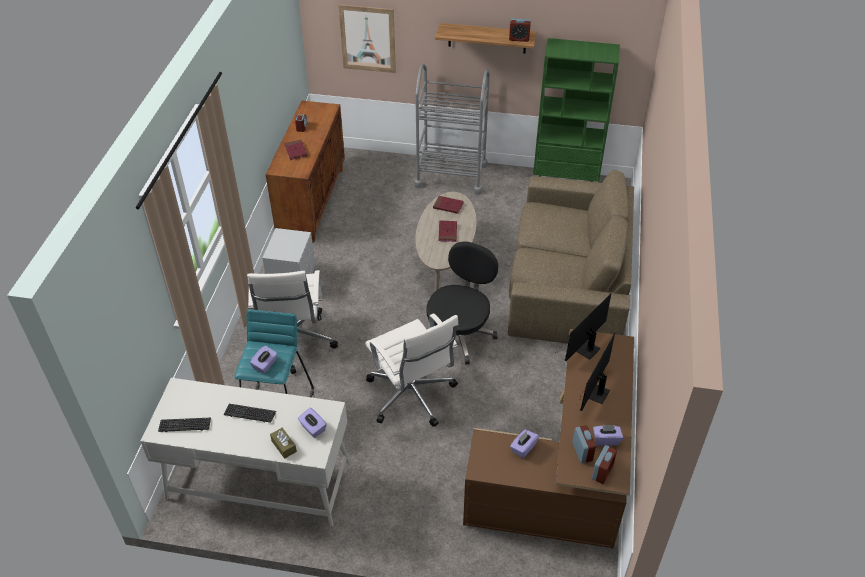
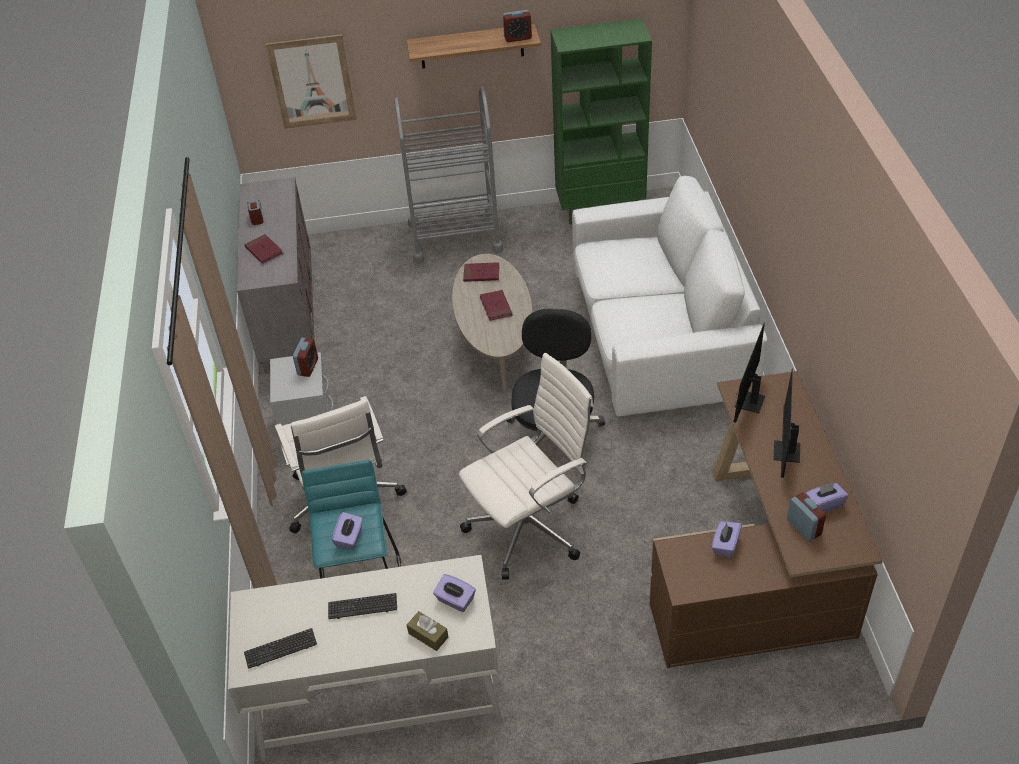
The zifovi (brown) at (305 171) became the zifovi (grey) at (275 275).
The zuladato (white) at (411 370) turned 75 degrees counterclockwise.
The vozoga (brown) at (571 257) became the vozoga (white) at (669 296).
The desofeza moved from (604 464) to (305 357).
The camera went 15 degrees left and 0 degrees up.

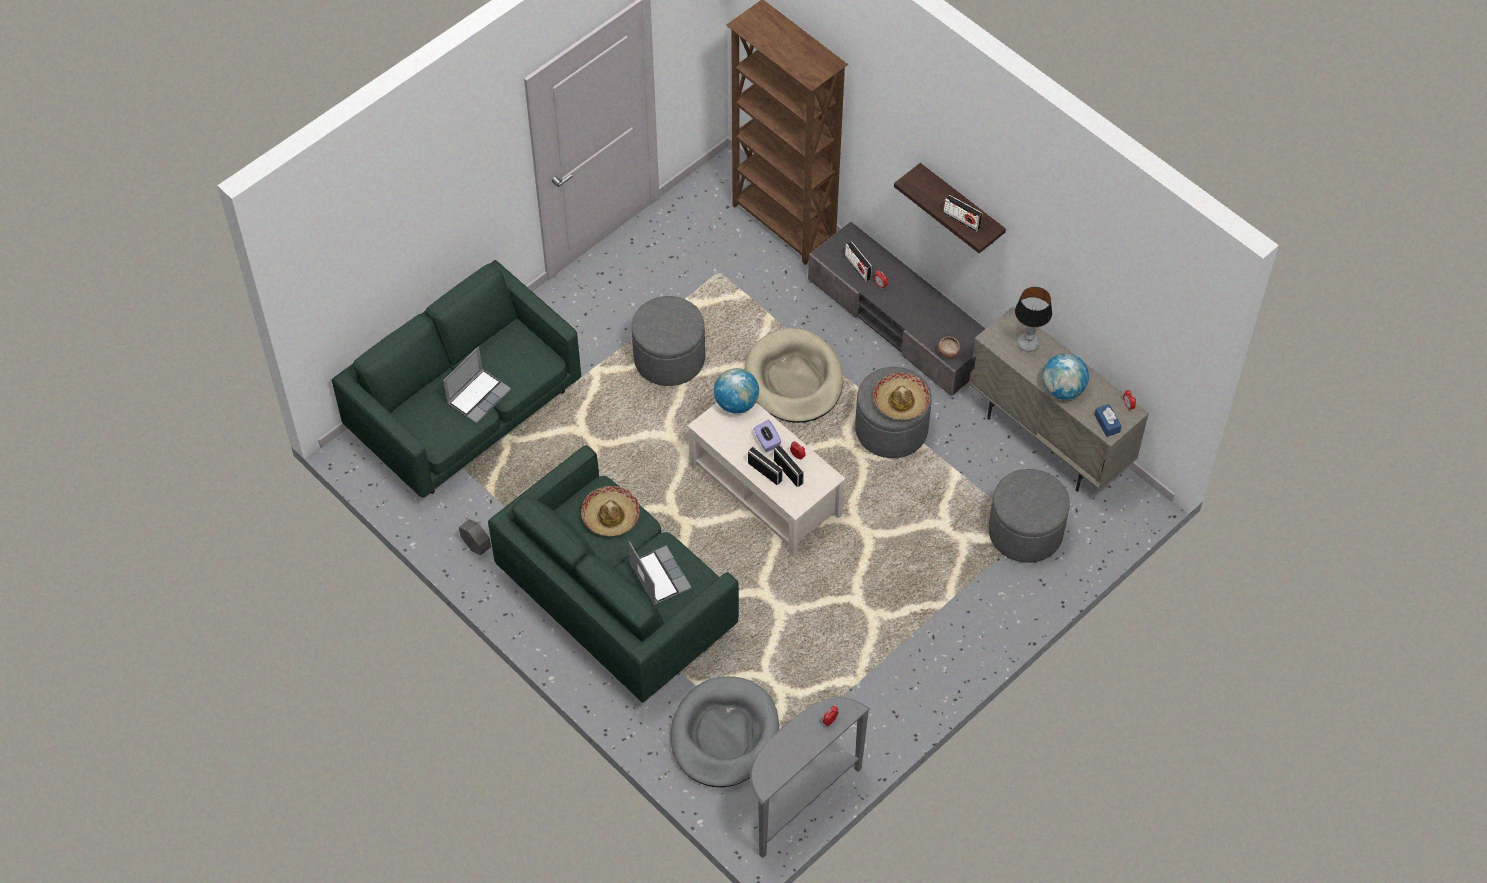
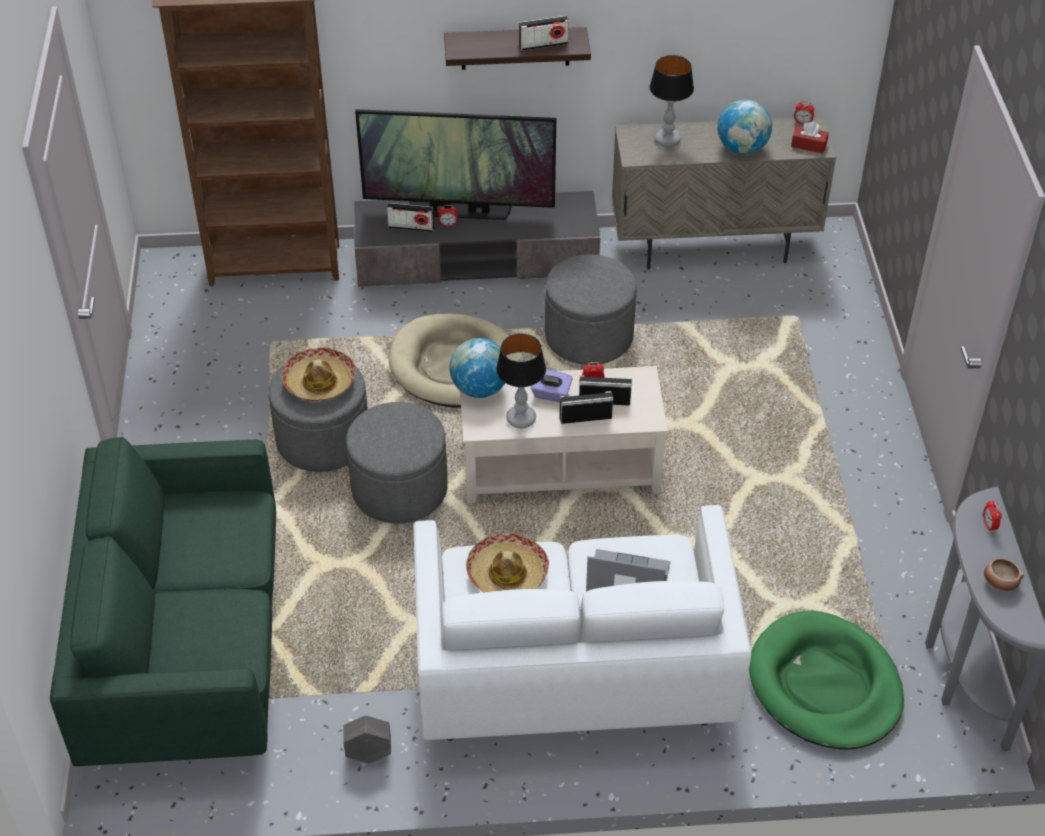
The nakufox at (477 385) disappeared.
The vozoga (green) at (613 573) became the vozoga (white) at (582 623).
The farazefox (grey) at (725 732) became the farazefox (green) at (826 680).
The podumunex moved from (901 396) to (318 374).
The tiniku moved from (948 347) to (1004 574).
The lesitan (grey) moved from (1029 516) to (397 462).
The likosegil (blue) at (1108 420) became the likosegil (red) at (810 137).
The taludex at (455 164) appeared.
The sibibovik at (521 381) appeared.
The camera went 50 degrees left and 10 degrees down.

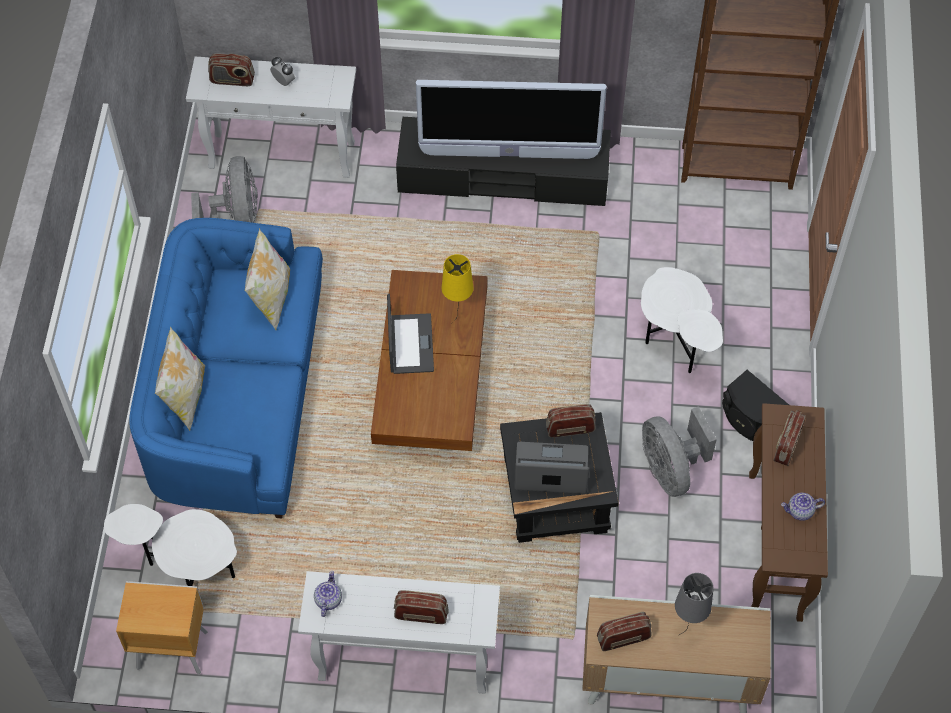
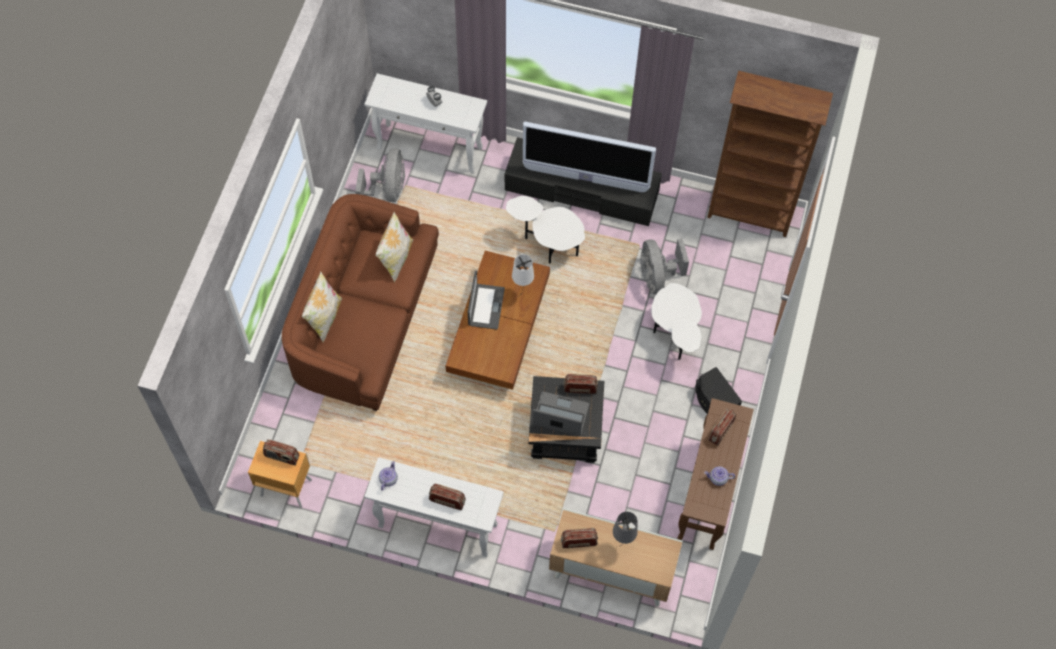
The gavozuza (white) moved from (170 545) to (545 230).
The vozoga (blue) at (226 368) became the vozoga (brown) at (360 302).
The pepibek moved from (231 69) to (281 452).
The sibibovik (yellow) at (457 289) became the sibibovik (white) at (523 275).
The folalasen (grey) moved from (679 451) to (664 266).
The camera went 10 degrees right and 5 degrees up.

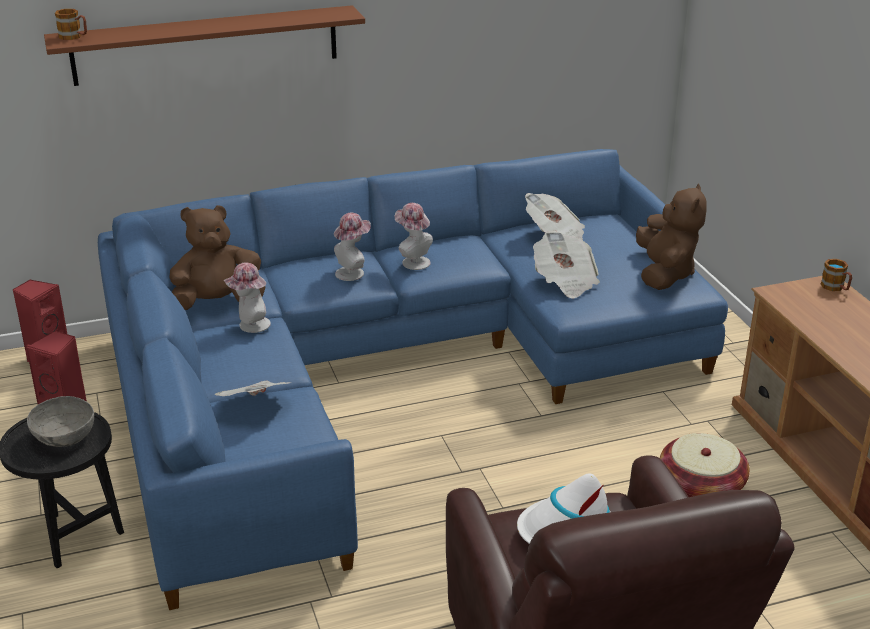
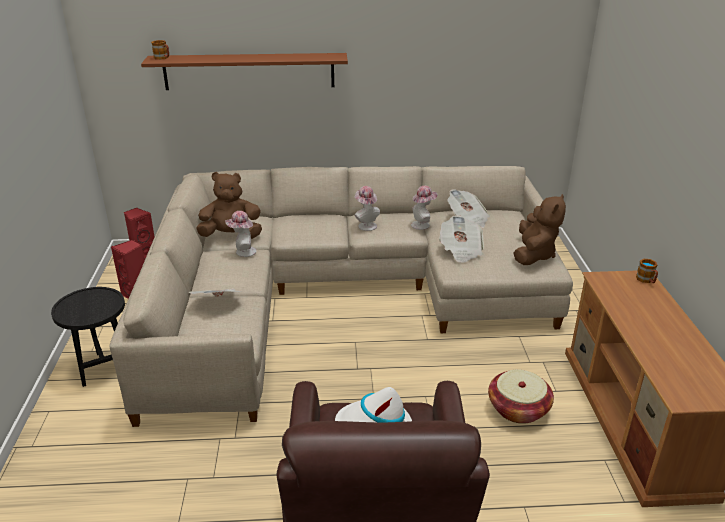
The tiniku (grey) at (60 421) disappeared.
The vozoga (blue) at (413 379) became the vozoga (beige) at (341 296).
The podumunex moved from (352 247) to (424 207).
The camera went 15 degrees right and 0 degrees up.

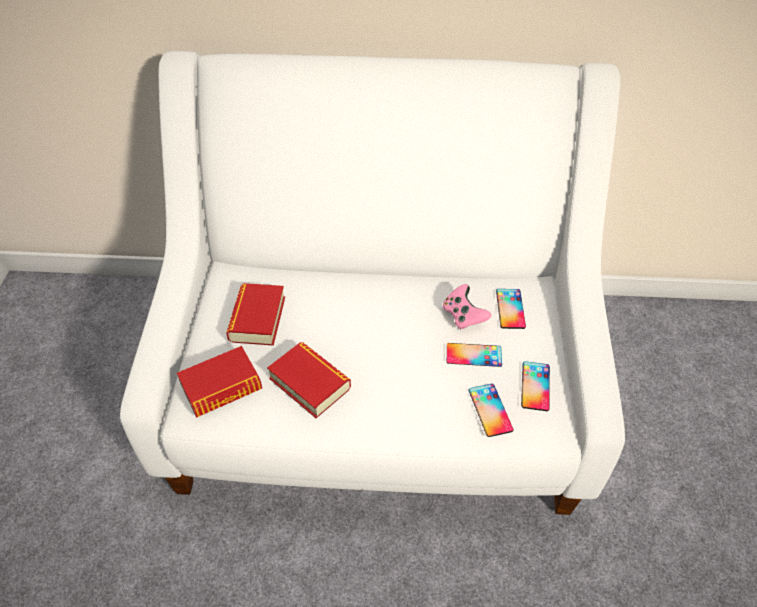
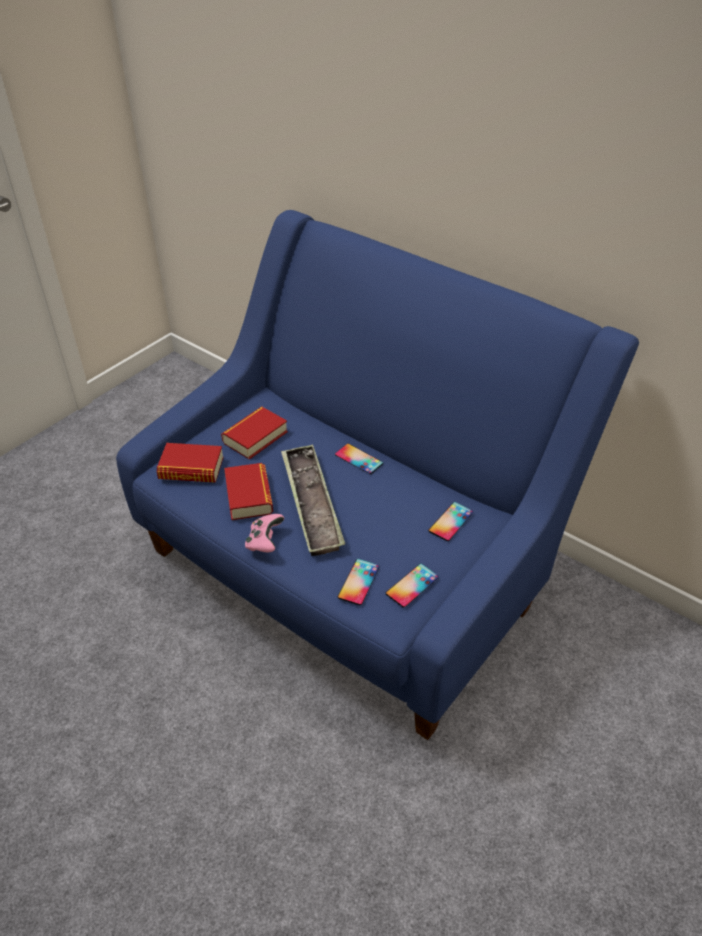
The vozoga (white) at (372 283) became the vozoga (blue) at (377 475).
The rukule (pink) moved from (467 306) to (264 533).
The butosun moved from (474 355) to (359 458).
The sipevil at (313 500) appeared.
The camera went 35 degrees right and 5 degrees down.

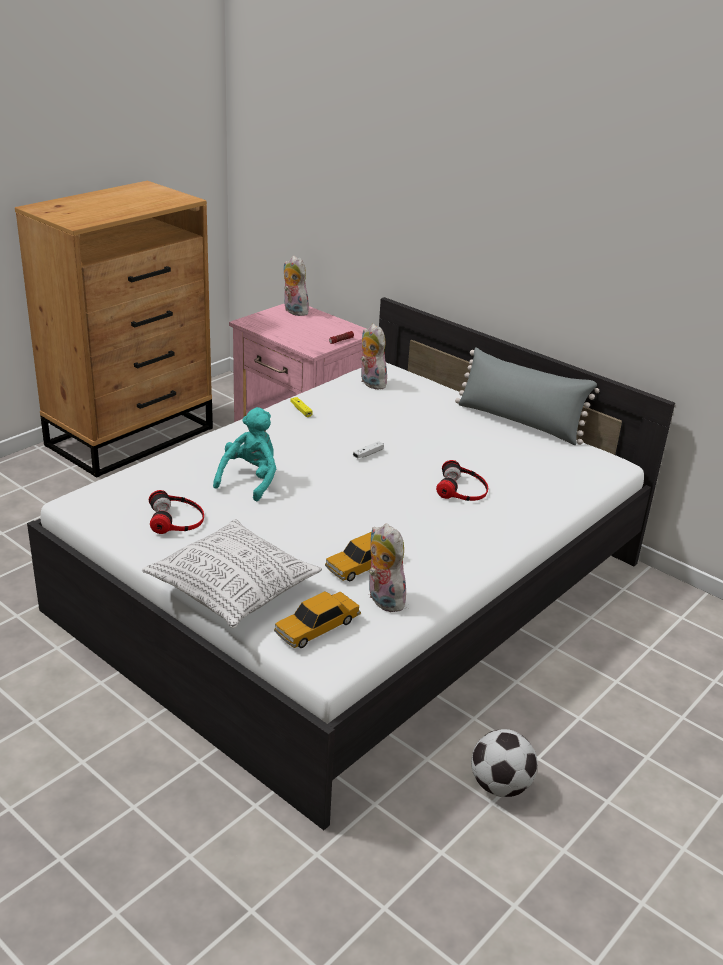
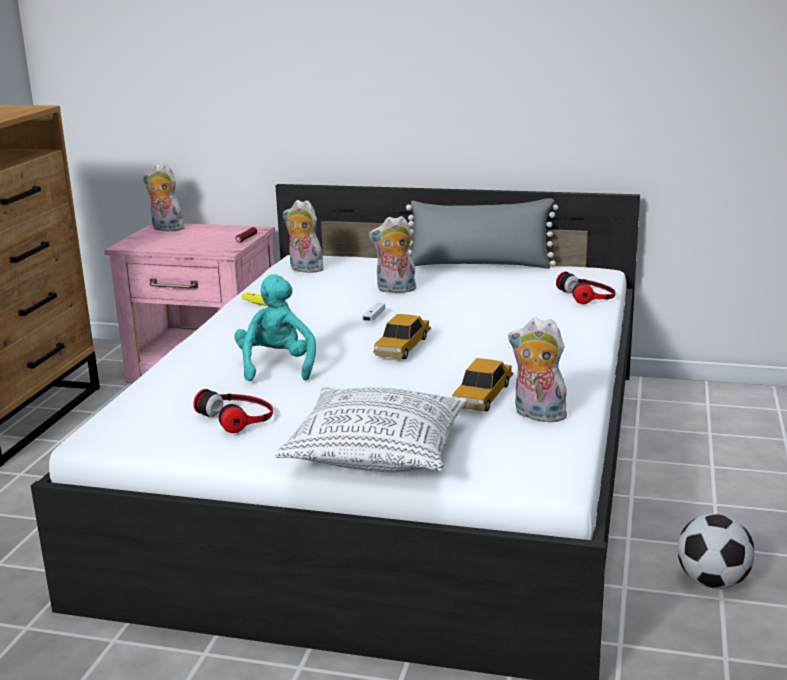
The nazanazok moved from (317 619) to (402 336).
The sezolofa moved from (462 480) to (586 288).
The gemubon at (393 254) appeared.
The camera went 25 degrees left and 10 degrees down.

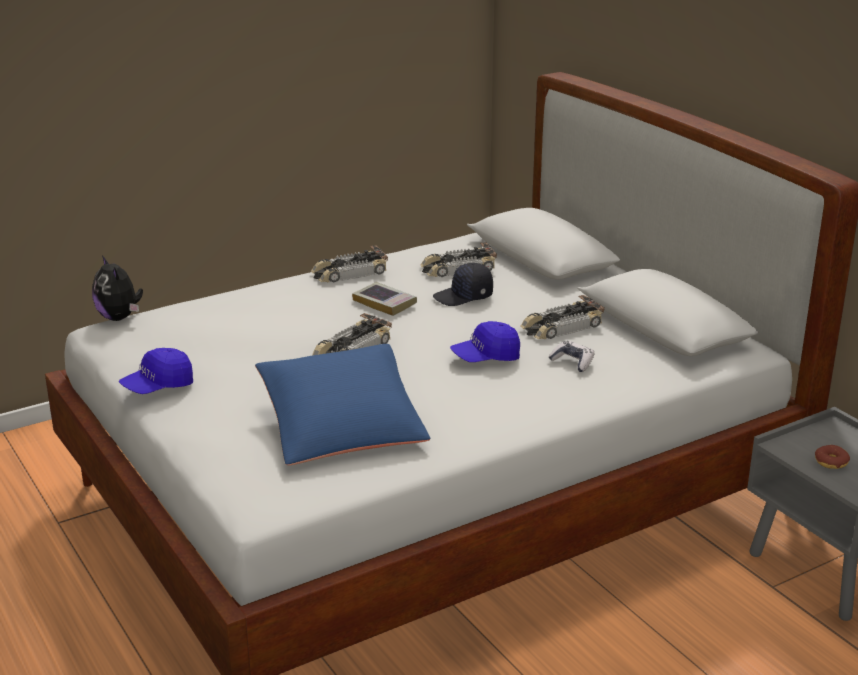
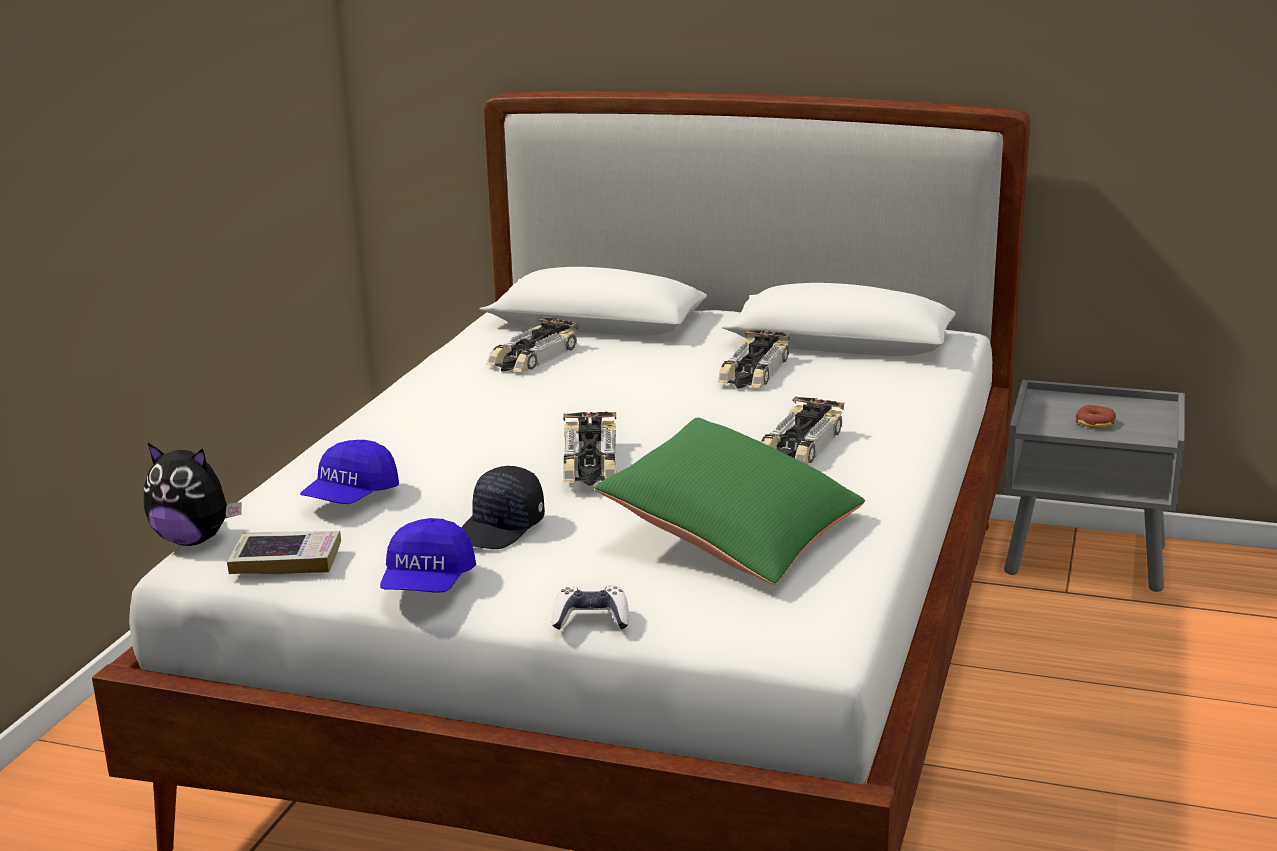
The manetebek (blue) at (342 404) became the manetebek (green) at (729 501).
The nazanazok moved from (349 263) to (802 430).
The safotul moved from (384 299) to (284 552).
The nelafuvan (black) moved from (463 284) to (503 507).
The nelafuvan (blue) moved from (485 341) to (349 472).
The rukule moved from (571 356) to (590 608).
The camera went 40 degrees left and 5 degrees down.

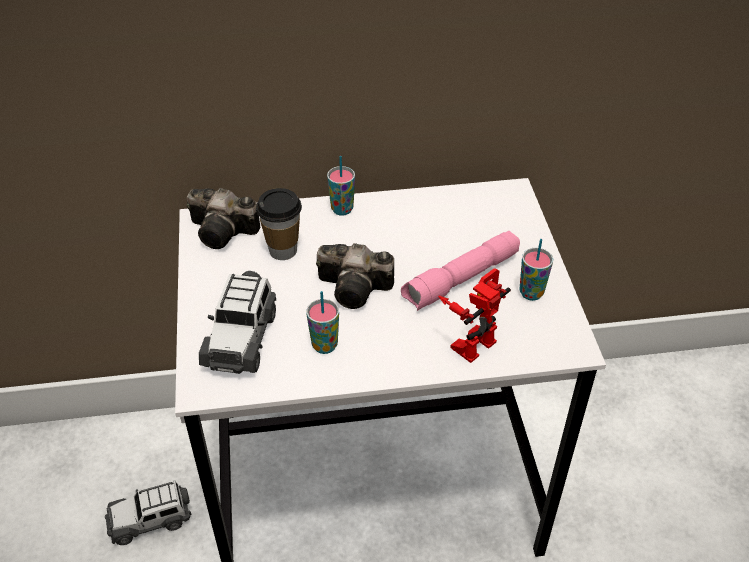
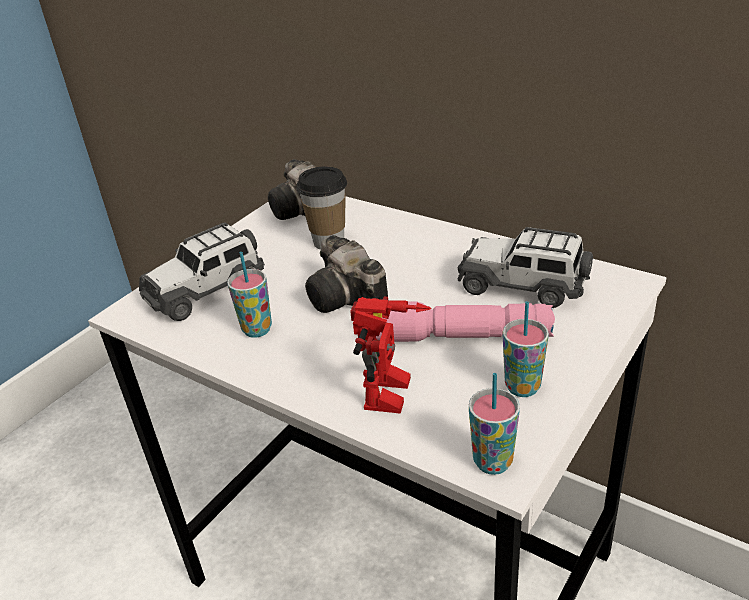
The nazanazok moved from (148 512) to (525 267).
The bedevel moved from (341 186) to (494 424).
The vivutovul at (474 315) turned 105 degrees clockwise.
The camera went 45 degrees right and 10 degrees down.

